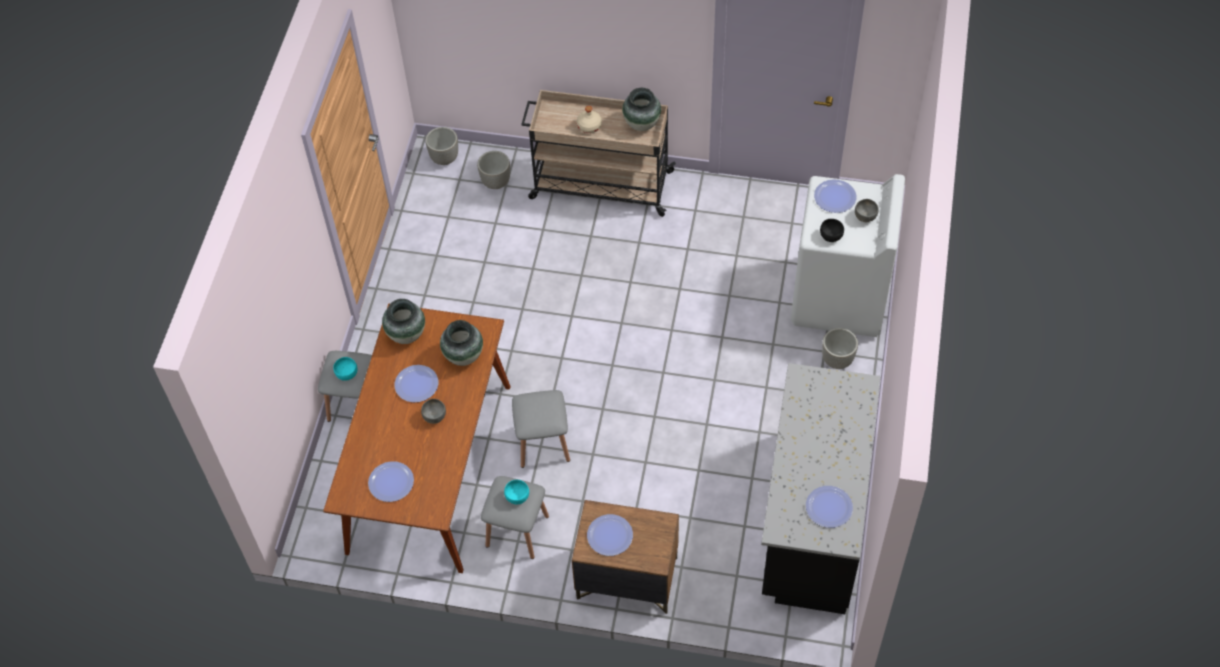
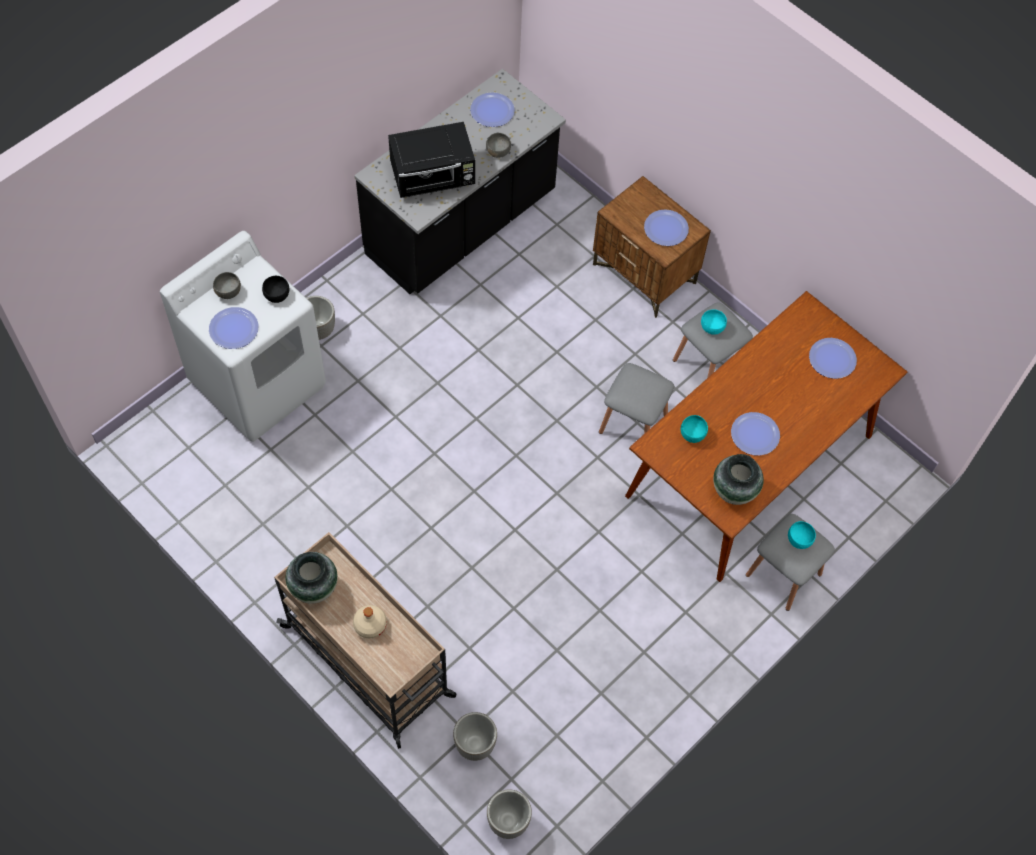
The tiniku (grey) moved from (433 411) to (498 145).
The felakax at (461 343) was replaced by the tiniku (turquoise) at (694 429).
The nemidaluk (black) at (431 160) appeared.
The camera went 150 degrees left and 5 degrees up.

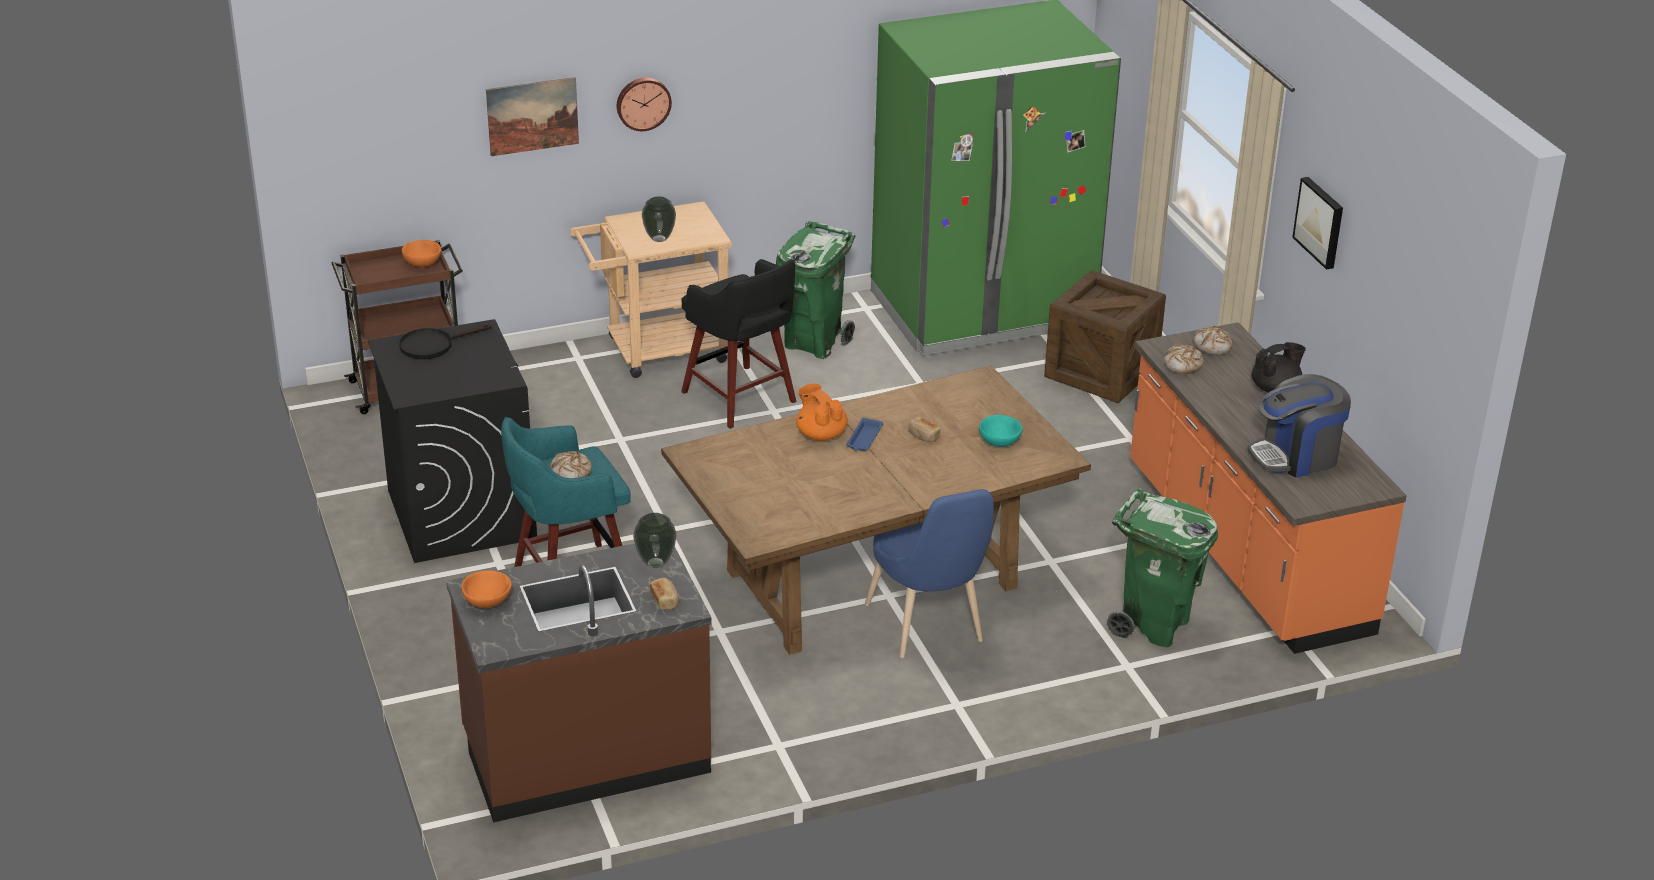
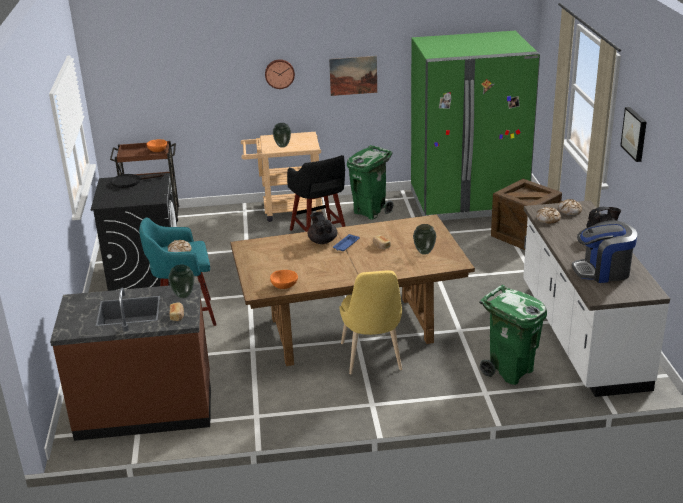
The tiniku (orange) moved from (486 589) to (284 279).
The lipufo moved from (532 116) to (353 76).
The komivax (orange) at (822 412) became the komivax (black) at (322 228).
The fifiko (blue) at (929 573) became the fifiko (yellow) at (370 322).
The tiniku (turquoise) at (1000 430) was replaced by the felakax at (424 239).
The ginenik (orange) at (1268 488) became the ginenik (white) at (596 299).
The camera went 15 degrees right and 5 degrees down.

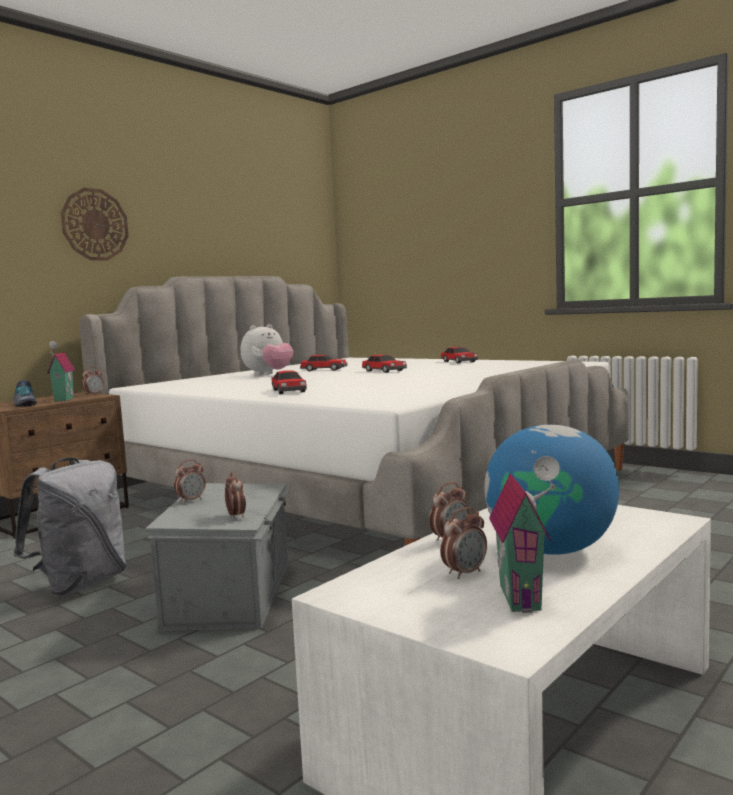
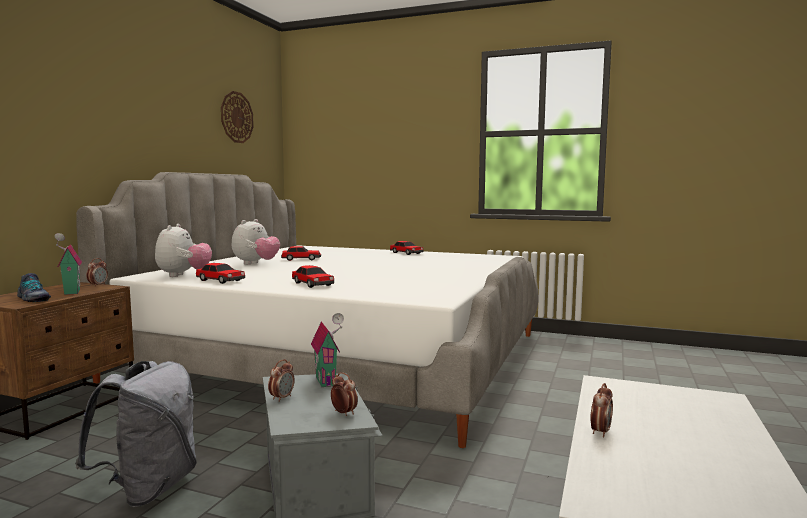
The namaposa moved from (95 224) to (237 117).
The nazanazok moved from (384 364) to (220 273).
The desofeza at (463 543) disappeared.
The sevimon at (551 490) disappeared.
The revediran moved from (524 534) to (327 350).
The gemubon at (183 250) appeared.
The camera went 20 degrees left and 0 degrees up.

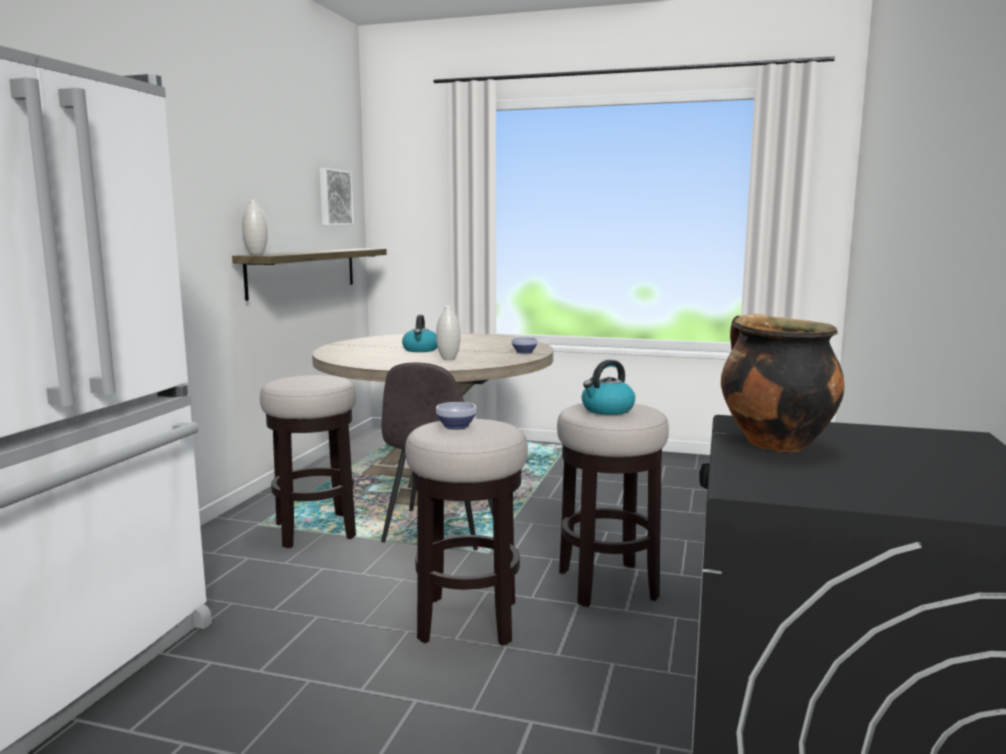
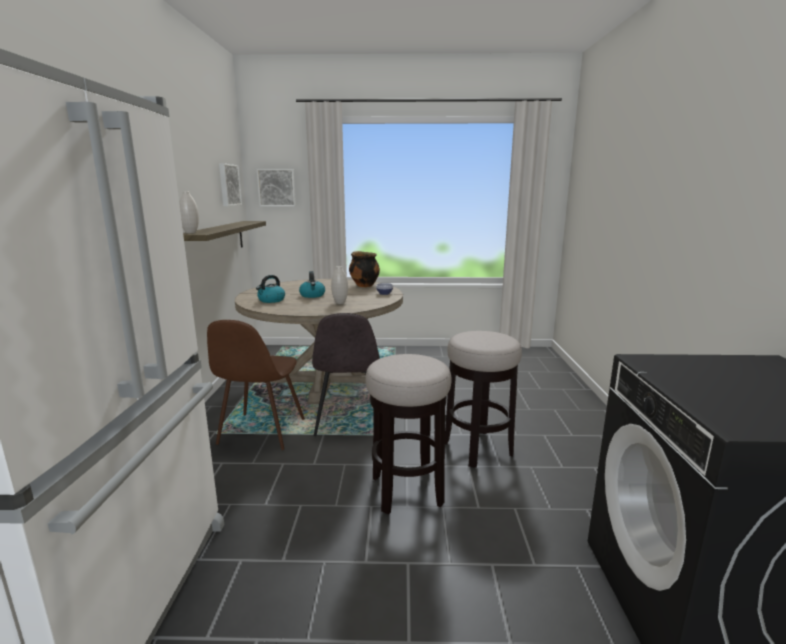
The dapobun at (308 461) was replaced by the fifiko (brown) at (256 385).
The tiniku at (456 416) disappeared.
The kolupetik moved from (608 387) to (270 289).
The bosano moved from (783 383) to (364 269).
The lipufo at (276 188) appeared.
The camera went 15 degrees left and 5 degrees up.

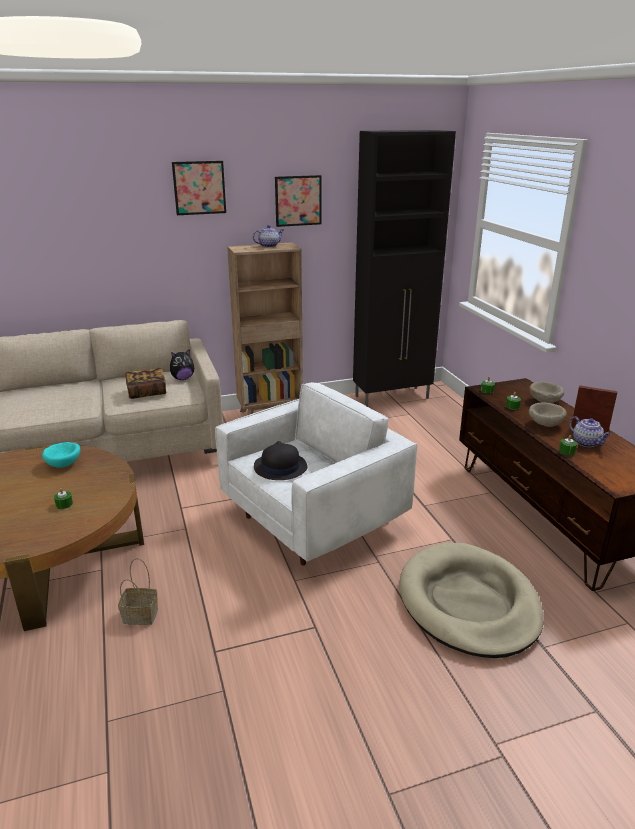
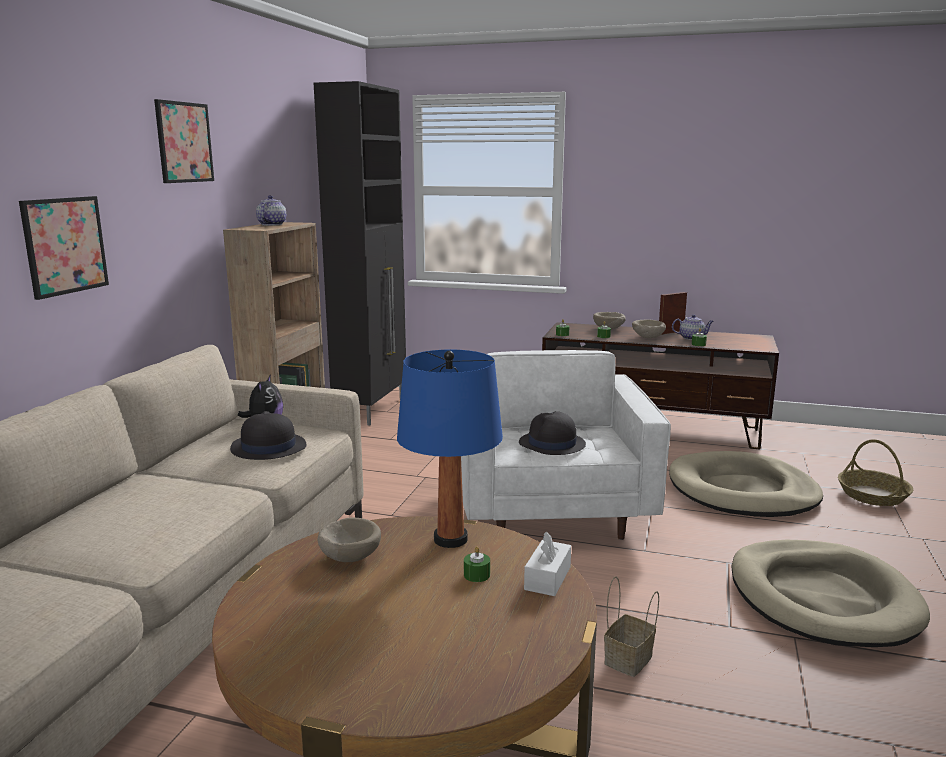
The tiniku (turquoise) at (61 455) became the tiniku (beige) at (349 540).
The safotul at (145 383) was replaced by the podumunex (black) at (268 435).
The lipufo moved from (298 201) to (64 248).
The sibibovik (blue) at (450 448) appeared.
The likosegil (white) at (547 564) appeared.
The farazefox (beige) at (830 593) appeared.
The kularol at (875 472) appeared.
The camera went 55 degrees left and 10 degrees down.

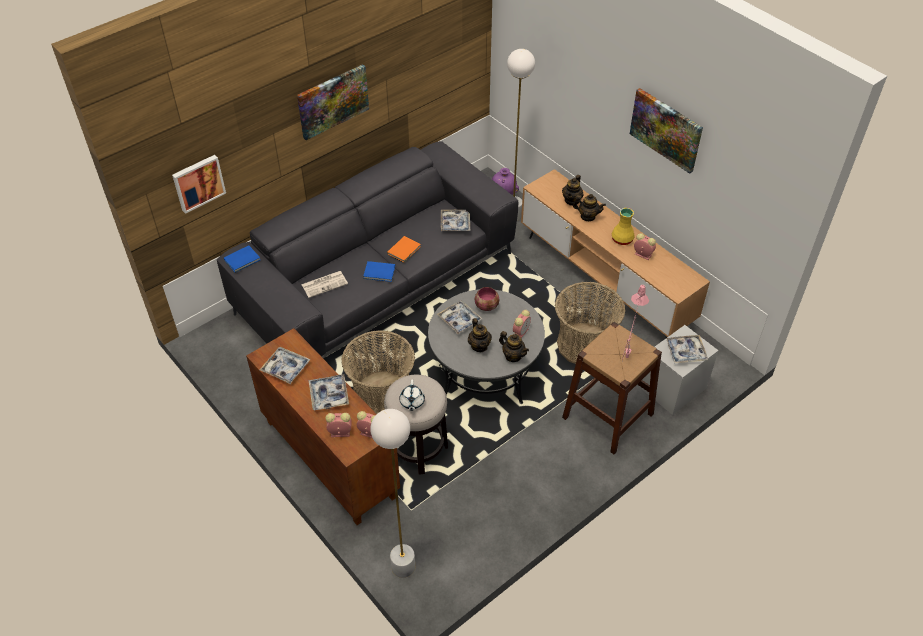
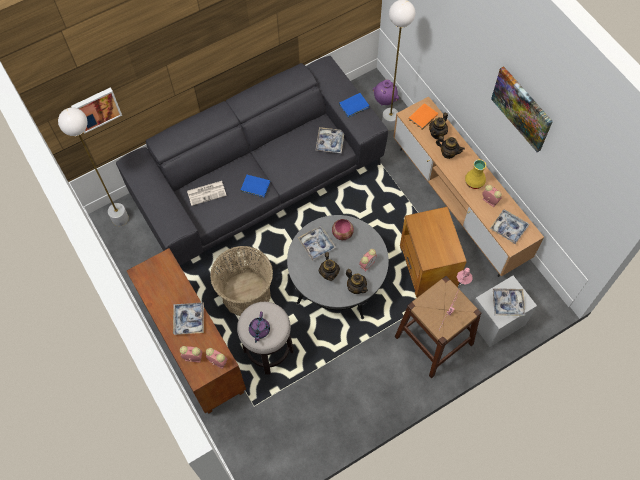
The safotul (blue) moved from (242 259) to (354 105).
The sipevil moved from (285 365) to (509 226).
The lipufo at (333 102) disappeared.
The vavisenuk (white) moved from (393 493) to (93 166).
The safotul (orange) moved from (404 249) to (423 116).
The komivax (white) at (412 395) became the komivax (purple) at (259 327).
The kularol at (590 323) was replaced by the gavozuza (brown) at (433 252).
The camera went 10 degrees right and 15 degrees up.

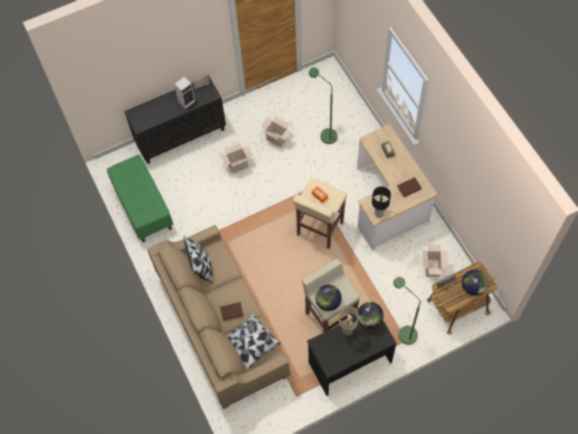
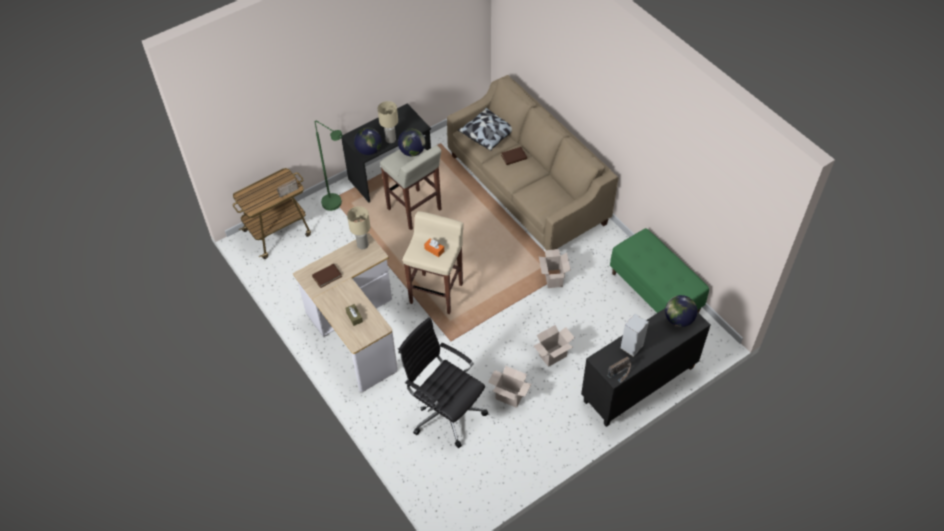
The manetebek at (198 259) disappeared.
The vavisenuk (green) at (323 105) was replaced by the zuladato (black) at (443 382).
The sibibovik (black) at (381 202) became the sibibovik (beige) at (358 227).
The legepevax moved from (435 260) to (555 268).
The sevimon moved from (475 283) to (681 311).
The camera went 170 degrees right and 10 degrees down.

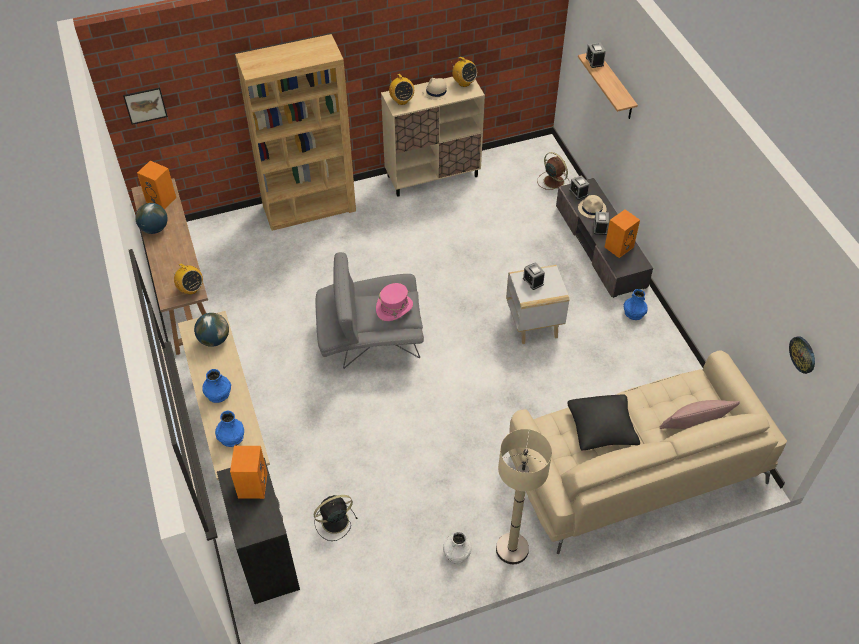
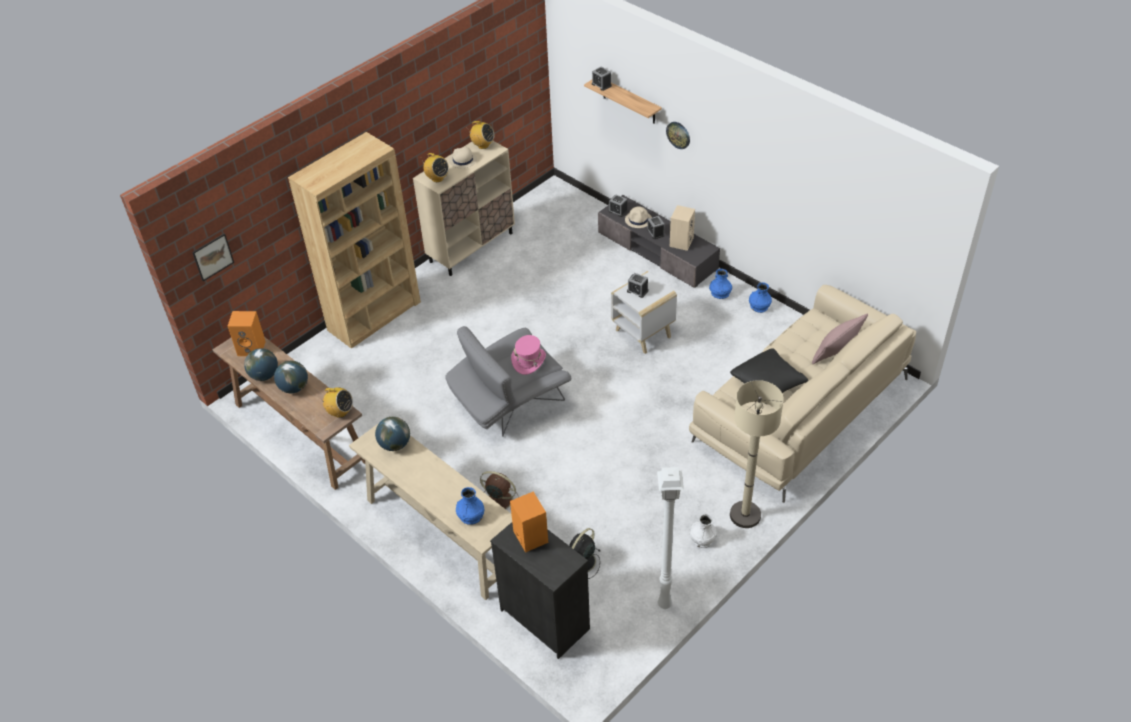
The felakax (blue) moved from (216 386) to (760 297).
The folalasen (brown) moved from (553 171) to (499 490).
The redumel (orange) at (622 233) became the redumel (beige) at (682 228).
The namaposa moved from (802 355) to (678 135).
The sevimon at (291 377) appeared.
The vavisenuk (white) at (670 538) appeared.
The camera went 25 degrees left and 5 degrees down.

